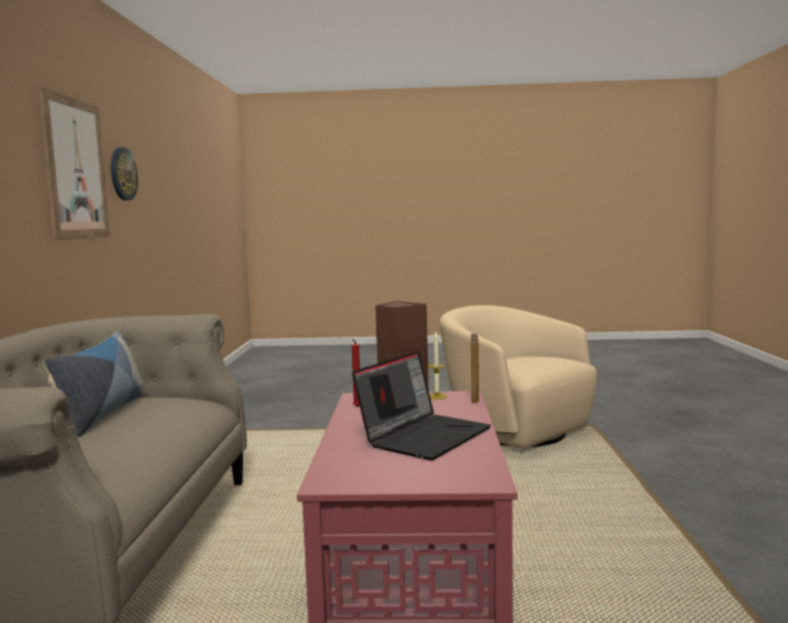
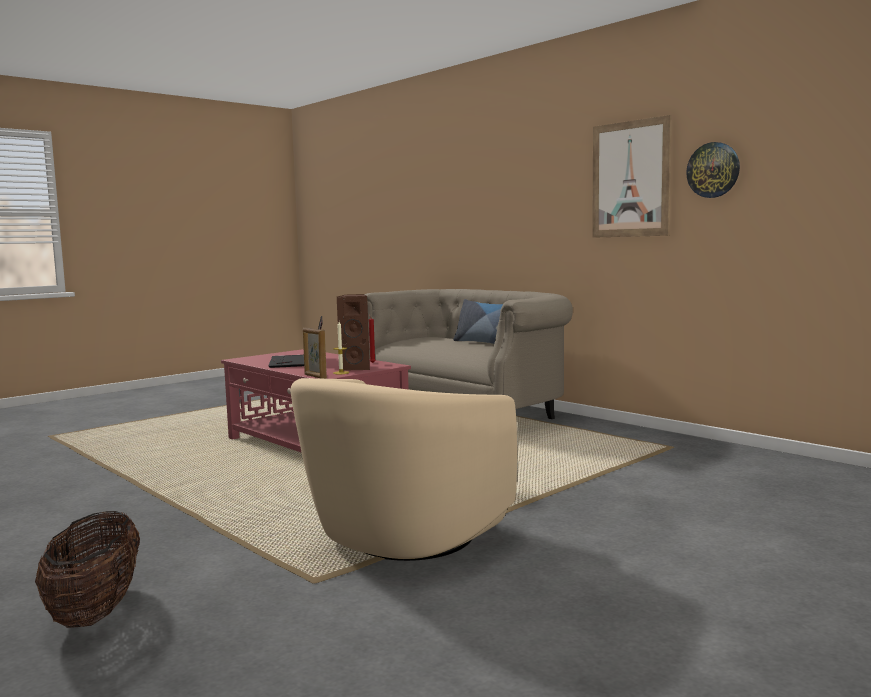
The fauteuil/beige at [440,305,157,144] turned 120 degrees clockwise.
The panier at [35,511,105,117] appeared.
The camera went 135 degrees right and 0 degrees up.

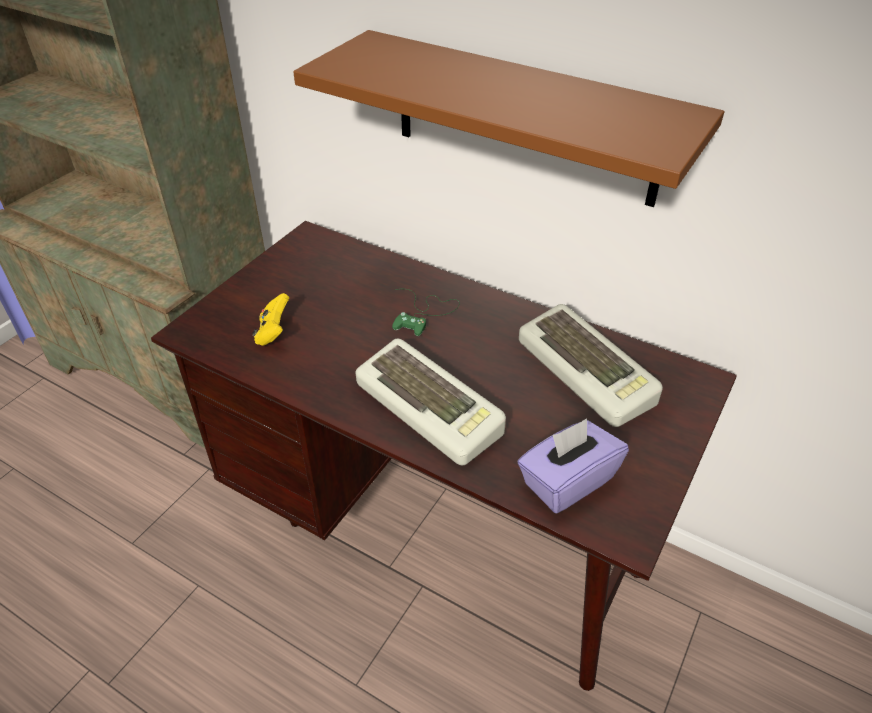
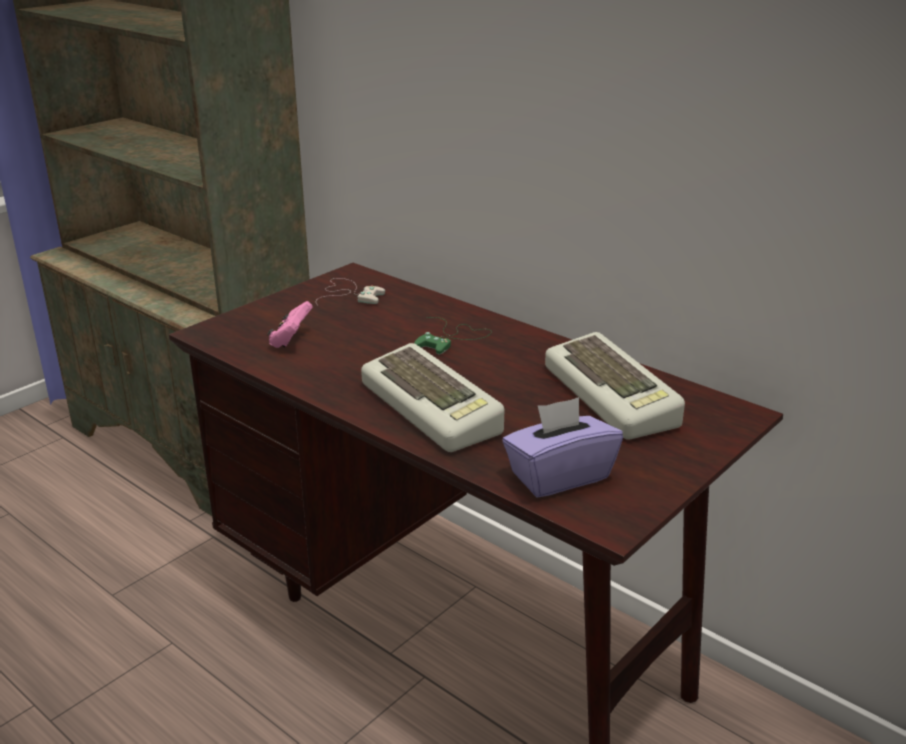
The manette/jaune at [252,293,37,53] became the manette/rose at [267,301,46,47].
The étagère/marron at [293,30,431,177] disappeared.
The manette/blanc at [316,278,69,27] appeared.
The camera went 10 degrees right and 15 degrees down.

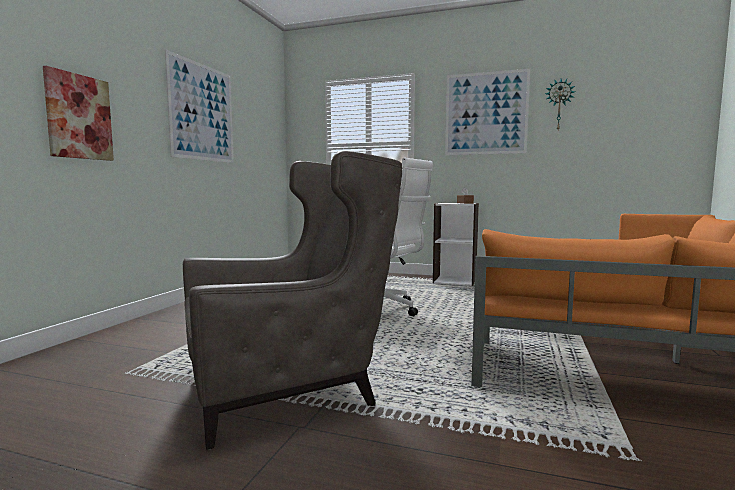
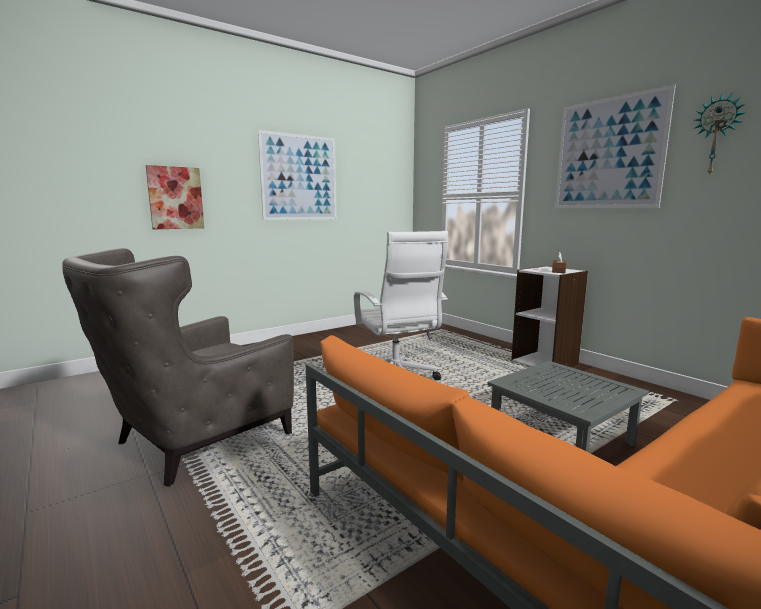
The fauteuil/gris at [183,151,219,299] turned 120 degrees clockwise.
The camera went 35 degrees right and 5 degrees up.

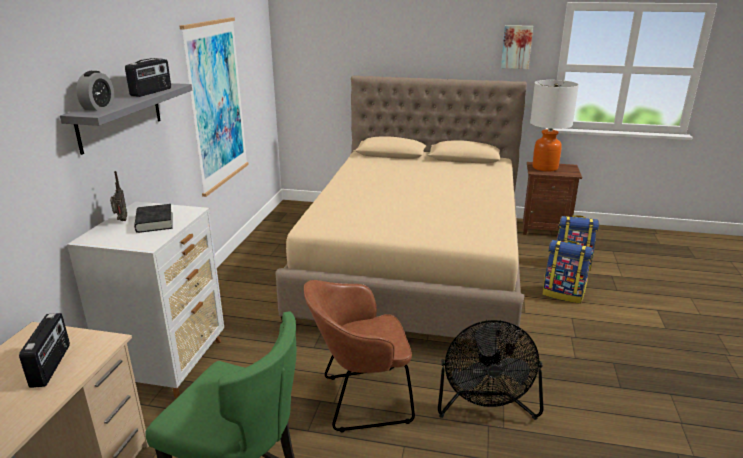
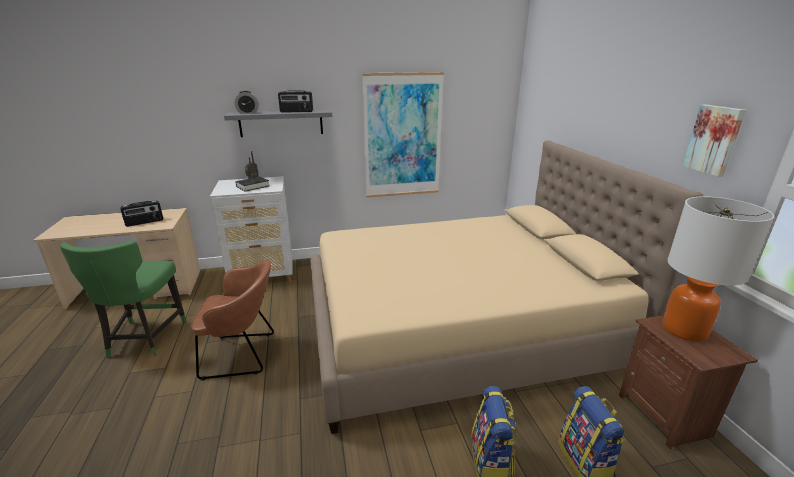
The fauteuil/marron at [304,280,111,153] turned 120 degrees clockwise.
The ventilateur/noir at [438,320,106,100] disappeared.
The camera went 65 degrees right and 0 degrees up.

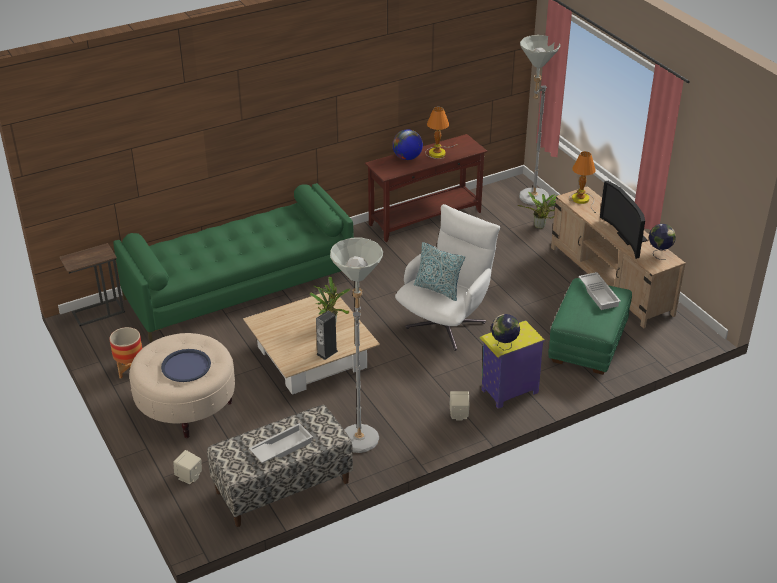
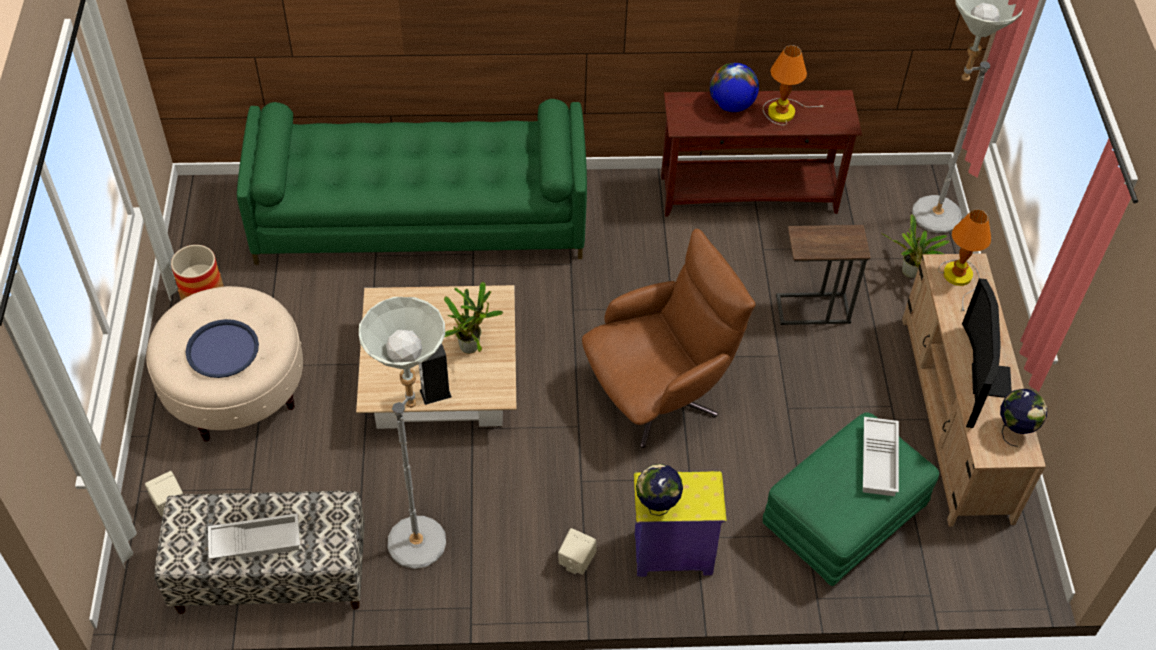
The table d'appoint/marron moved from [60,243,65,84] to [776,225,95,100].
The fauteuil/blanc at [395,204,105,147] became the fauteuil/marron at [582,229,174,219].
The coussin at [413,242,52,59] disappeared.
The camera went 25 degrees right and 15 degrees up.

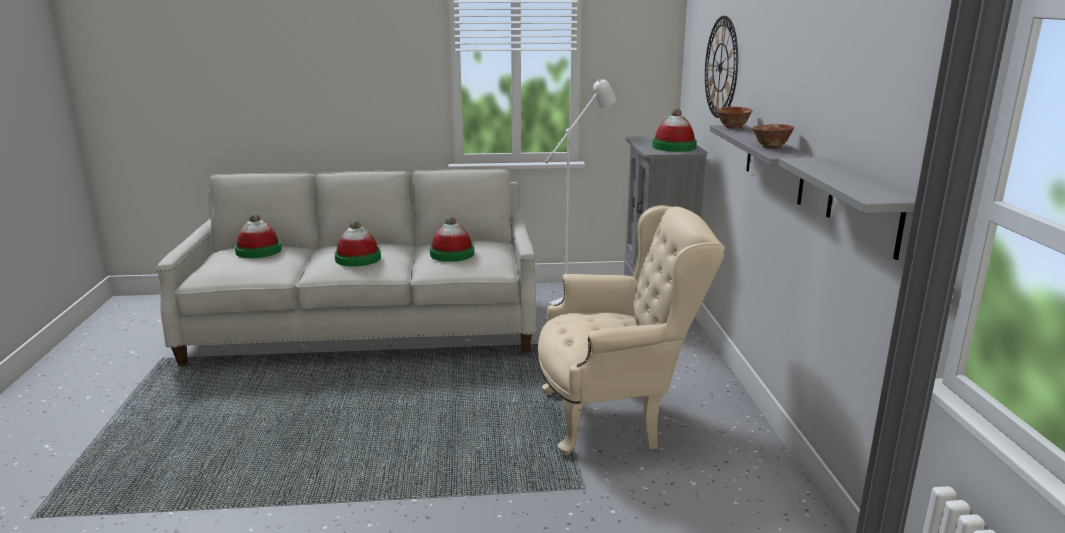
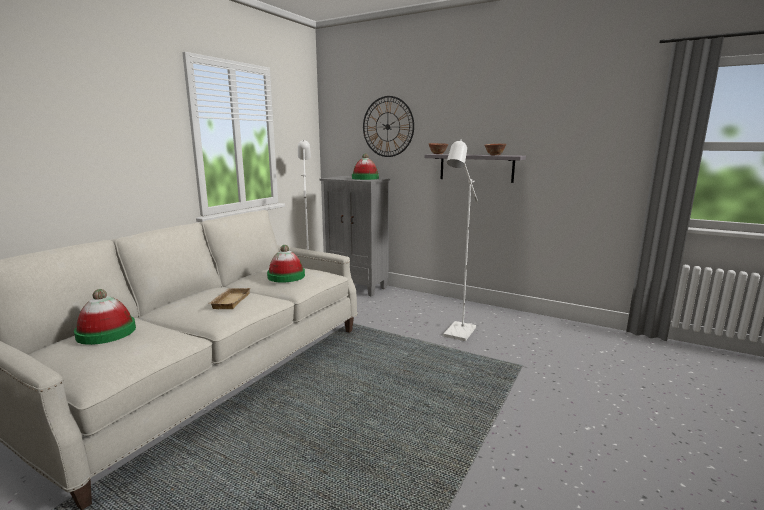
The chapeau at [335,220,46,47] was replaced by the plateau/beige at [208,288,43,21].
The fauteuil/beige at [538,205,187,251] was replaced by the lampadaire/blanc at [443,139,35,202].
The étagère/gris at [778,157,138,103] disappeared.
The camera went 55 degrees left and 5 degrees down.

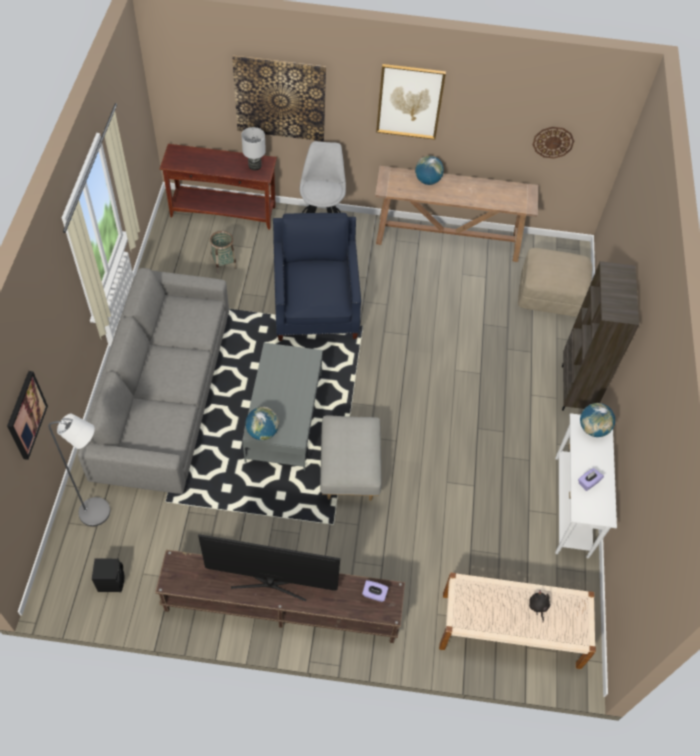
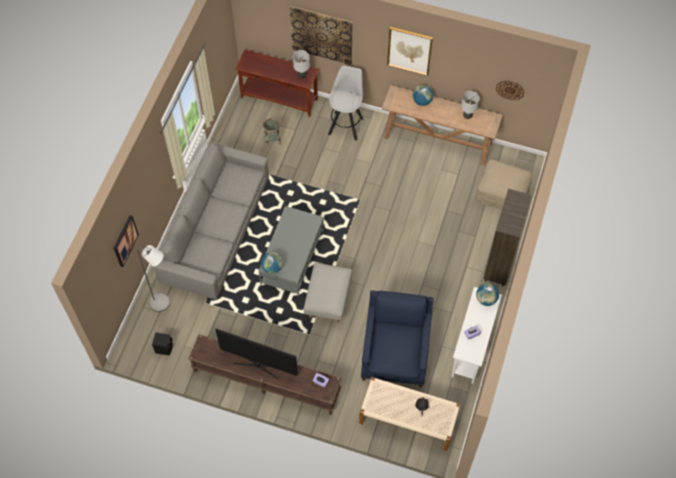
The fauteuil/bleu moved from [273,213,88,128] to [361,290,73,97].
The lampe de table/gris at [461,91,19,28] appeared.
The camera went 15 degrees right and 5 degrees up.

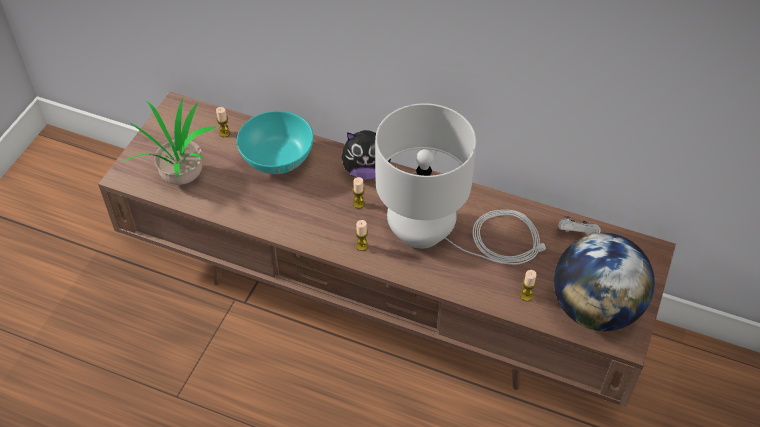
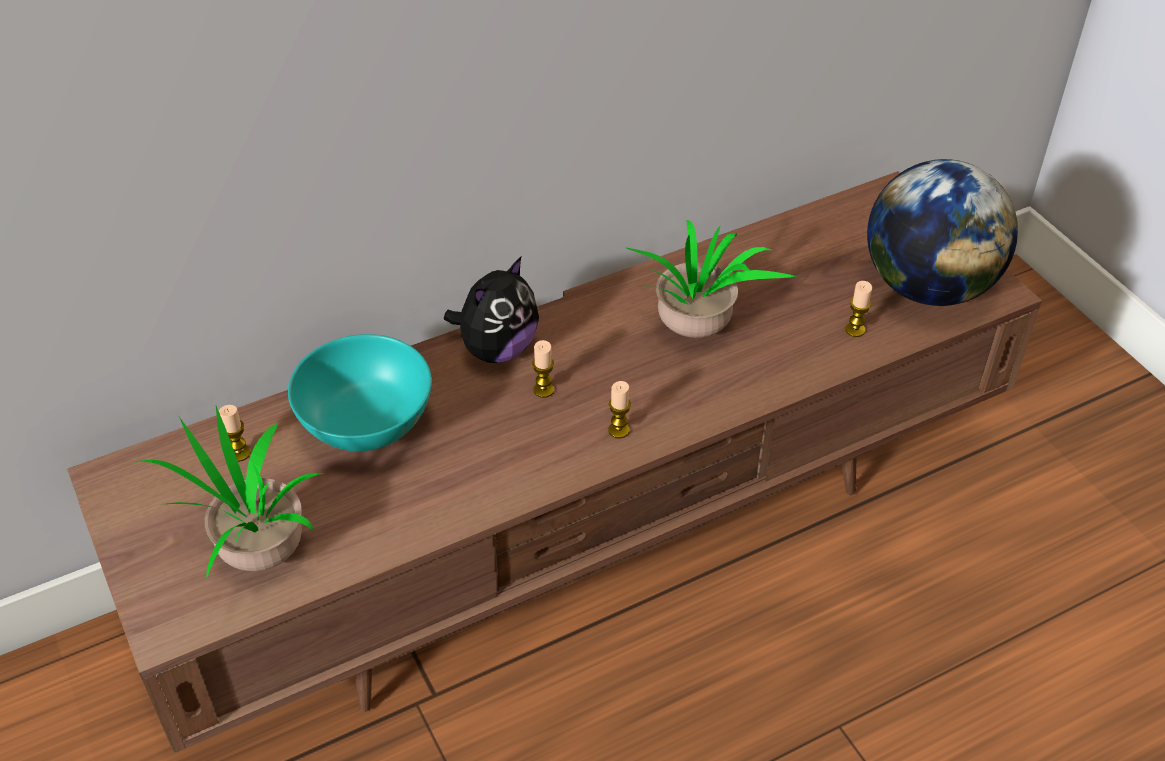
The lampe de table/gris at [375,103,171,162] was replaced by the plante en pot at [626,220,171,118].
The manette/blanc at [558,216,43,19] disappeared.
The camera went 50 degrees left and 5 degrees down.

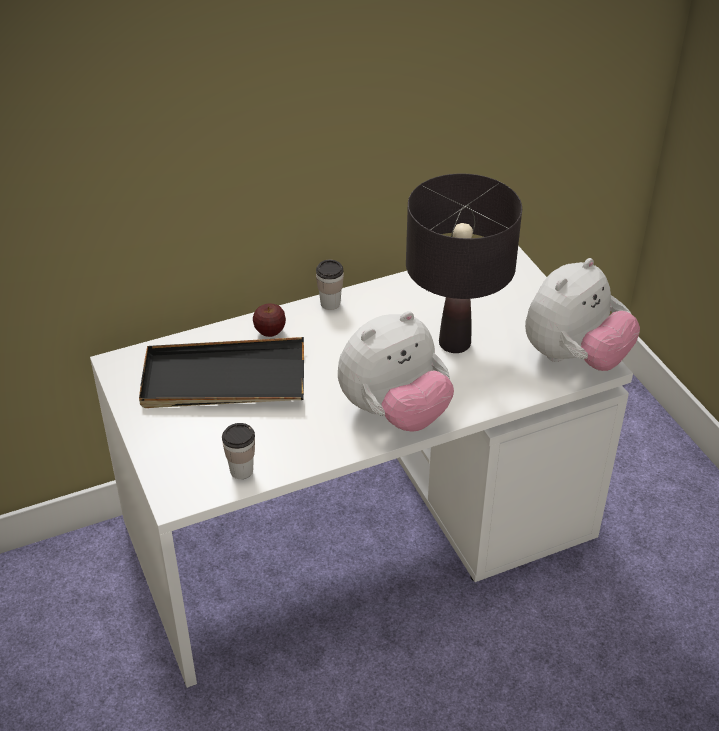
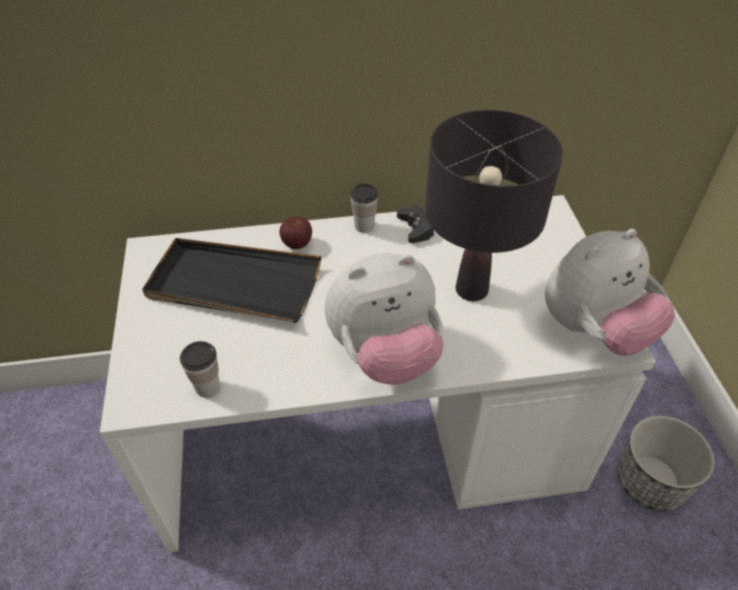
The manette/noir at [397,206,37,37] appeared.
The cache-pot at [617,416,98,95] appeared.
The camera went 15 degrees right and 5 degrees up.

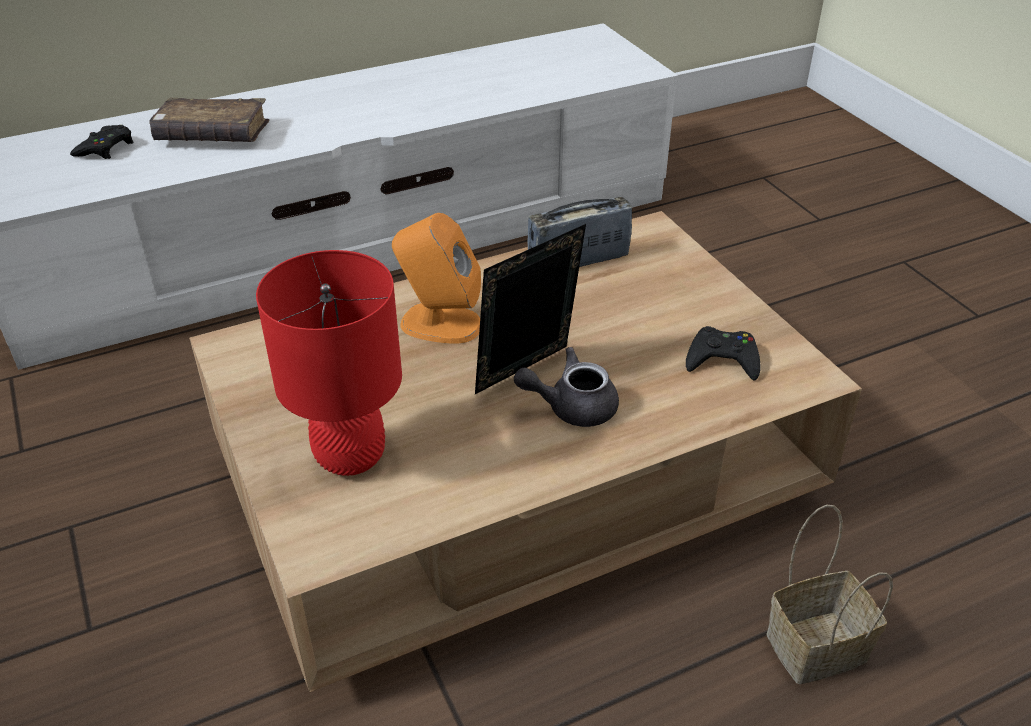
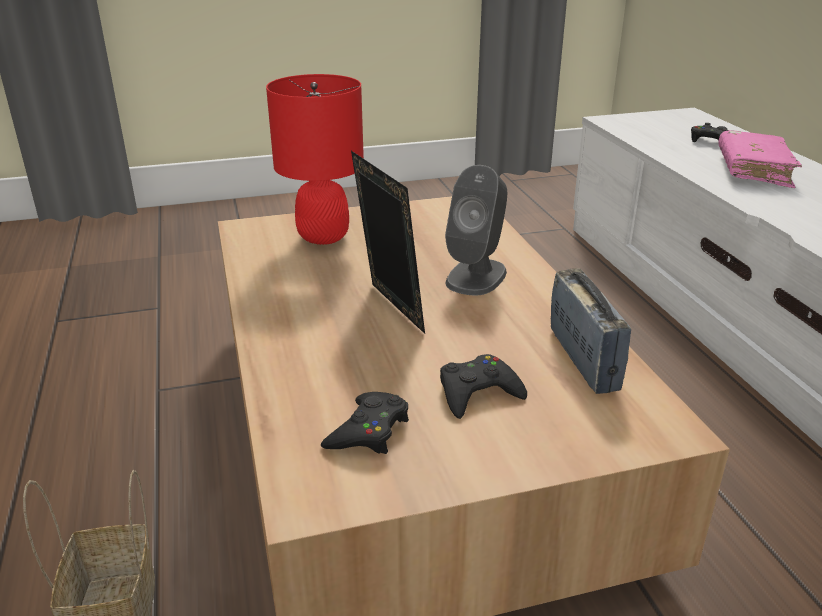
The livre/marron at [149,98,121,44] became the livre/rose at [718,130,84,58].
The enceinte/orange at [392,213,89,130] became the enceinte/gris at [445,165,62,130].
The théière/gris at [514,347,105,80] disappeared.
The manette/noir at [440,354,87,65] appeared.
The camera went 100 degrees right and 10 degrees down.

